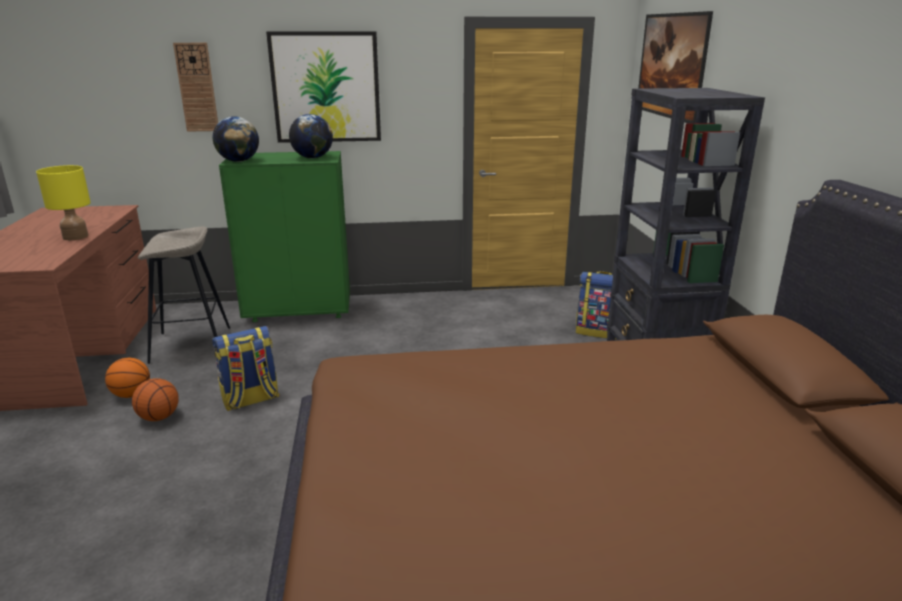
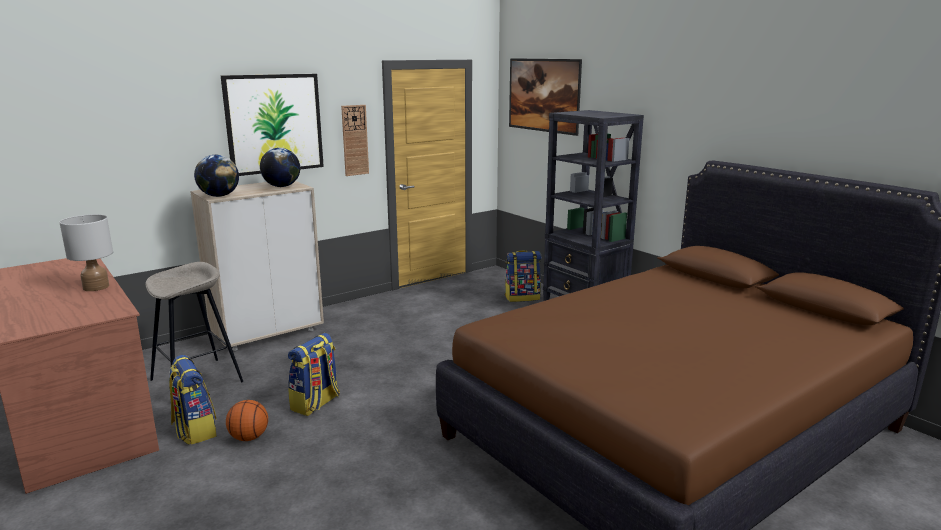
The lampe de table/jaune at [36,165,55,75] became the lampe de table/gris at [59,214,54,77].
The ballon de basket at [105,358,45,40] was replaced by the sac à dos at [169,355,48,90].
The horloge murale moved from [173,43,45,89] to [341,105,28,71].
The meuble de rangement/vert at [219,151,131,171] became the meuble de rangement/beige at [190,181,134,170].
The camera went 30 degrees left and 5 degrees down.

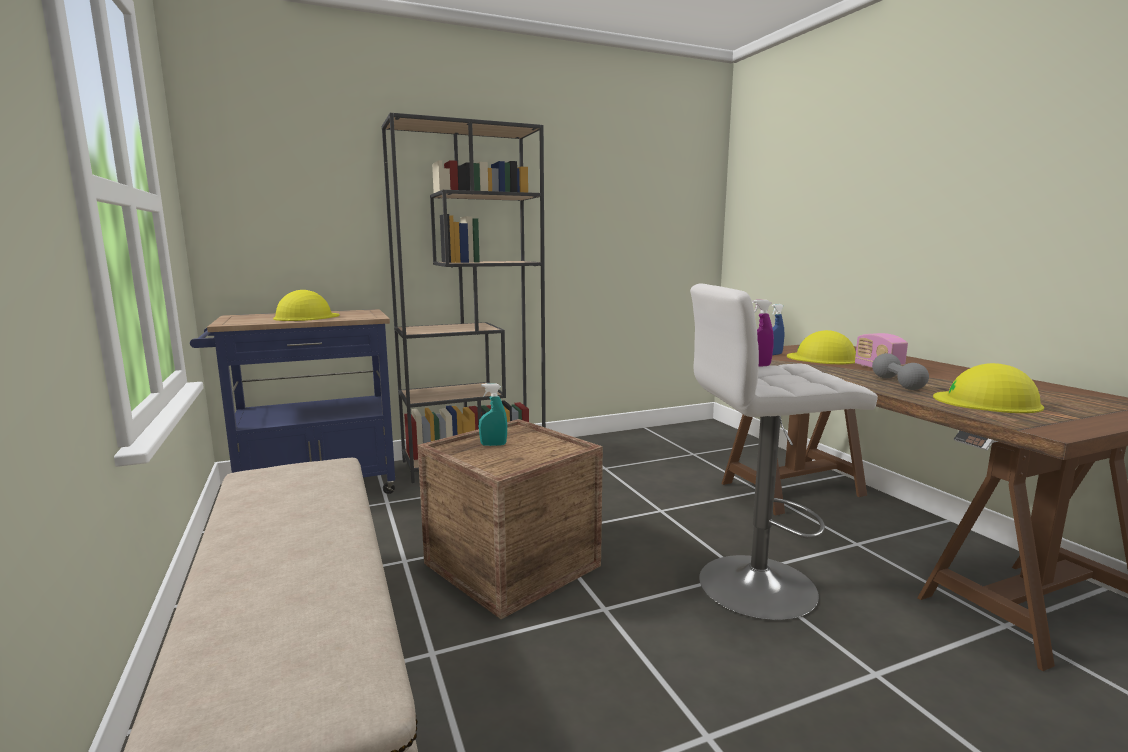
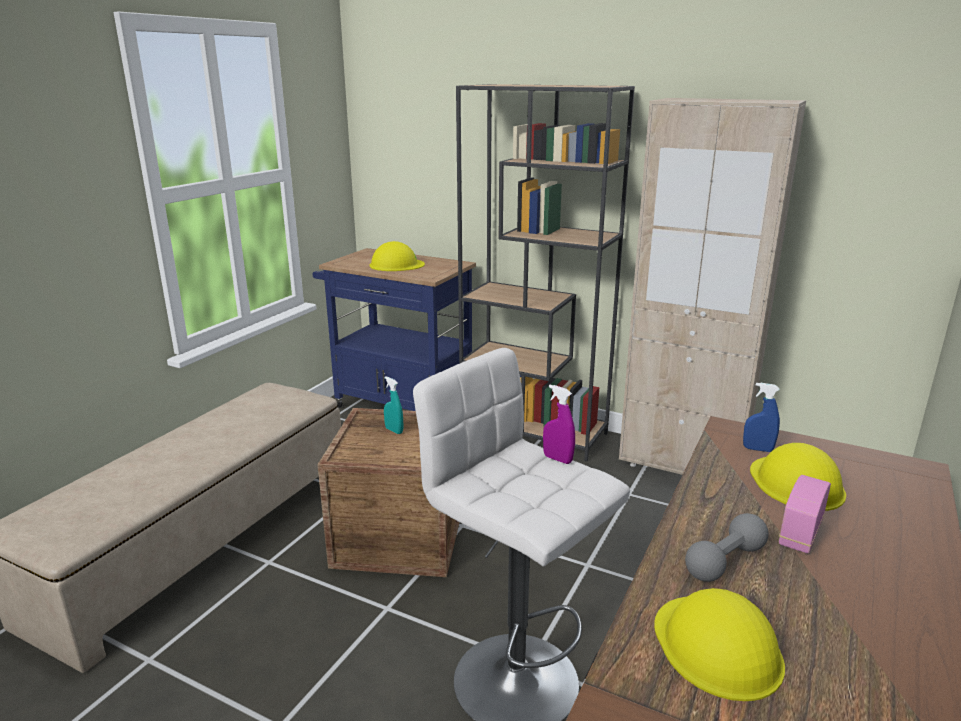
The meuble de rangement/beige at [619,98,187,377] appeared.
The camera went 50 degrees right and 10 degrees up.

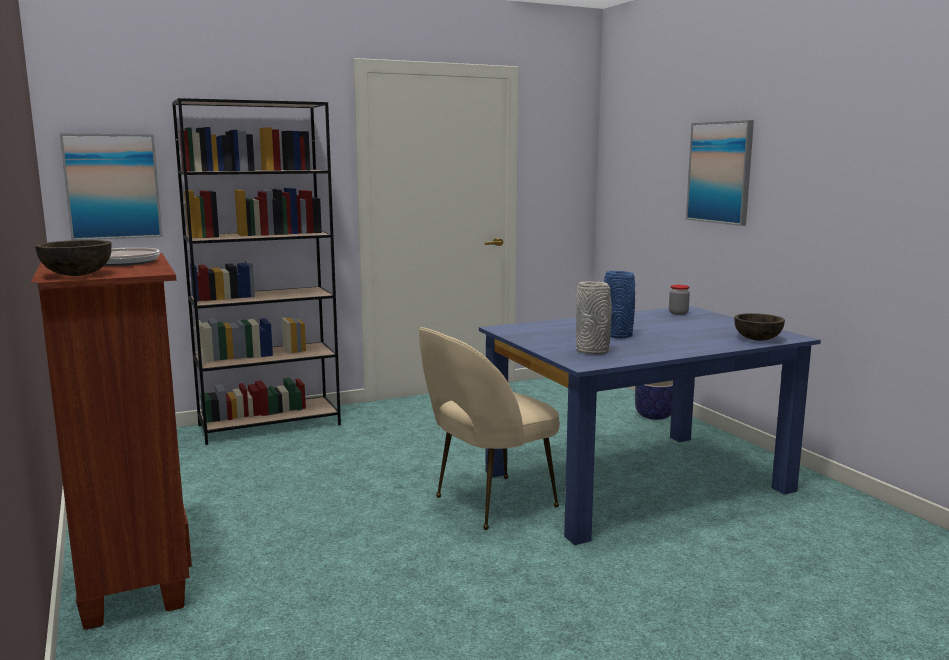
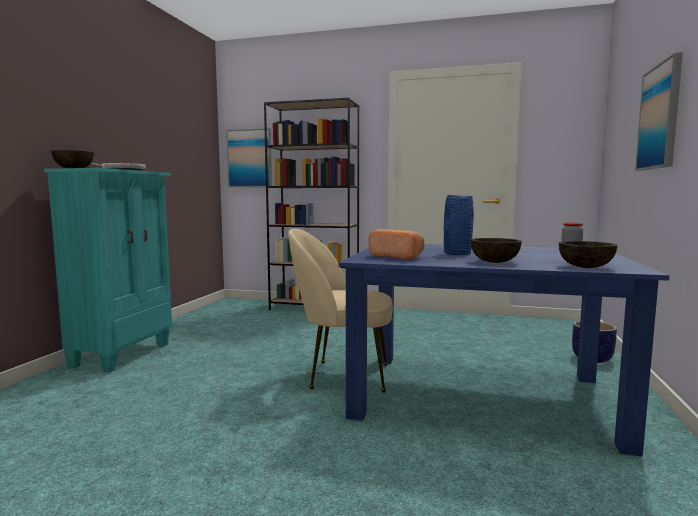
The meuble de rangement/marron at [31,253,161,377] became the meuble de rangement/turquoise at [44,168,128,204].
The vase/gris at [576,281,36,74] was replaced by the pain at [368,229,56,30].
The bol/marron at [471,238,51,25] appeared.
The camera went 40 degrees right and 5 degrees down.

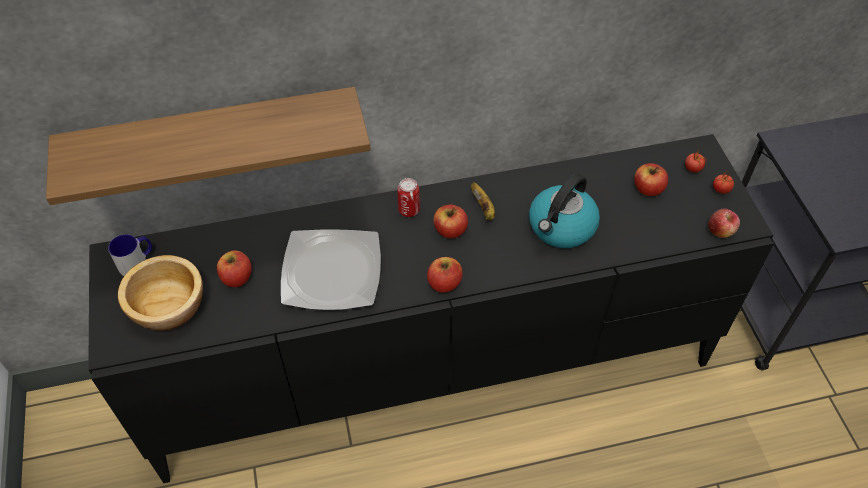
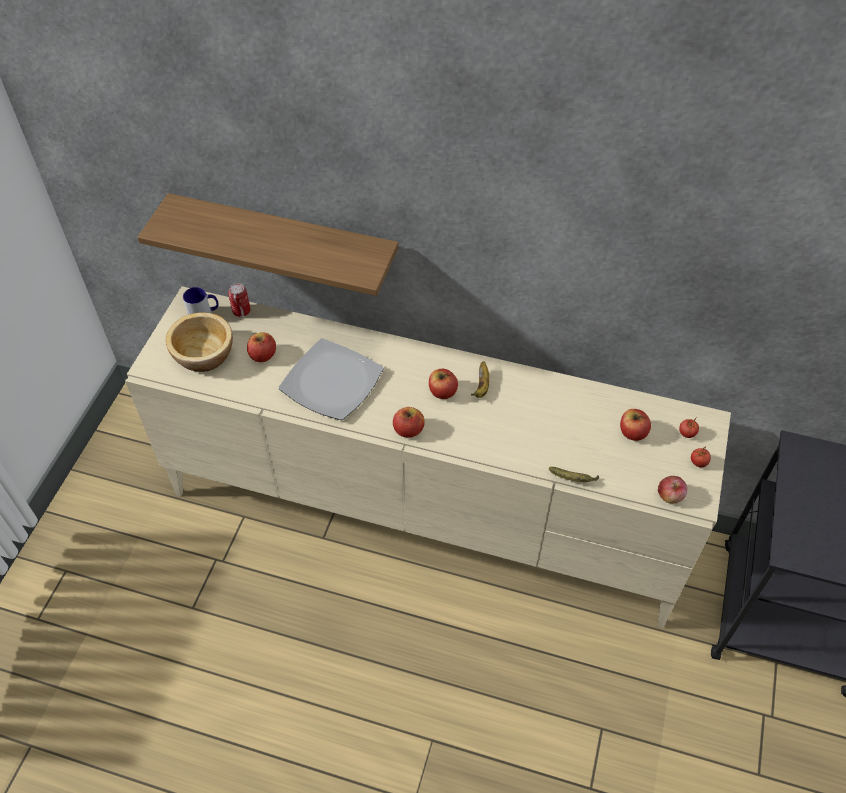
The meuble de rangement/noir at [88,134,686,349] became the meuble de rangement/beige at [125,286,606,342].
The boîte métallique moved from [398,178,22,39] to [228,283,23,34].
The bouilloire at [529,174,71,74] disappeared.
The banane at [549,467,50,15] appeared.
The camera went 30 degrees right and 0 degrees up.

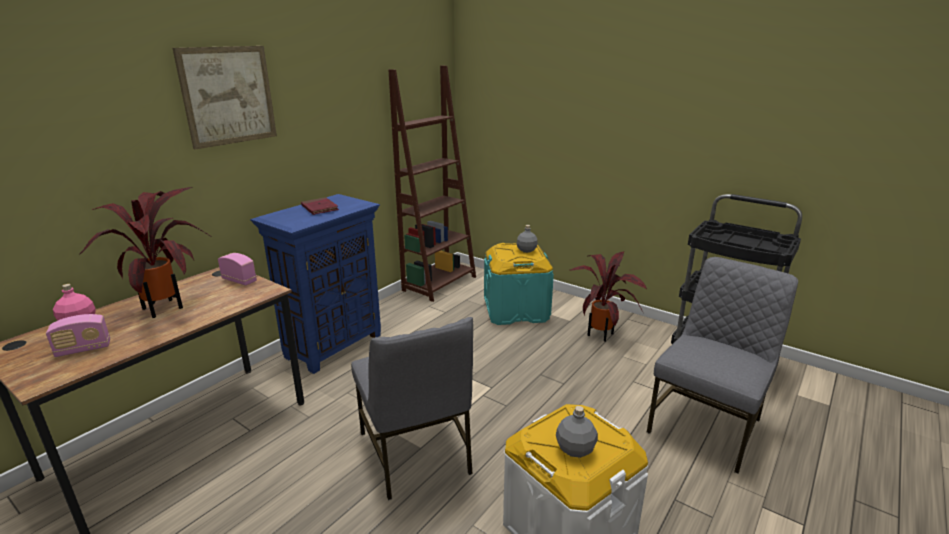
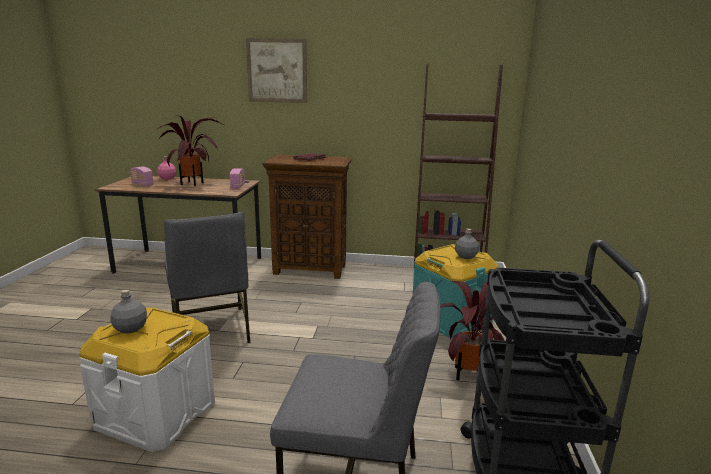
The meuble de rangement/bleu at [250,194,131,180] became the meuble de rangement/marron at [262,155,90,124].
The chaise/gris at [351,317,122,183] turned 60 degrees counterclockwise.
The camera went 60 degrees right and 5 degrees down.

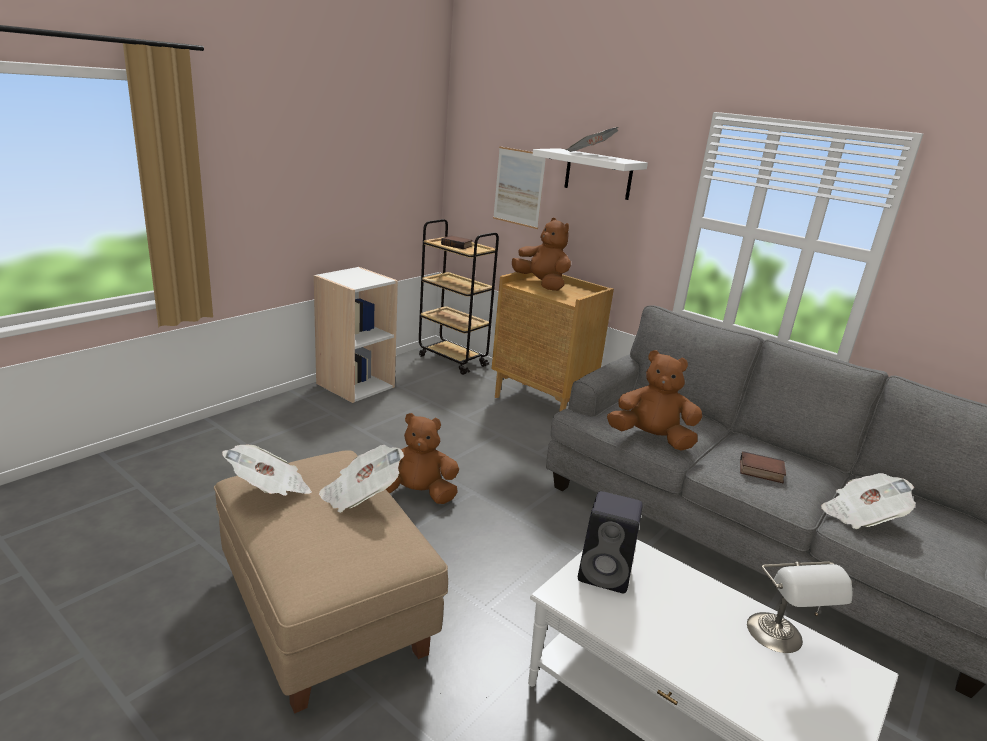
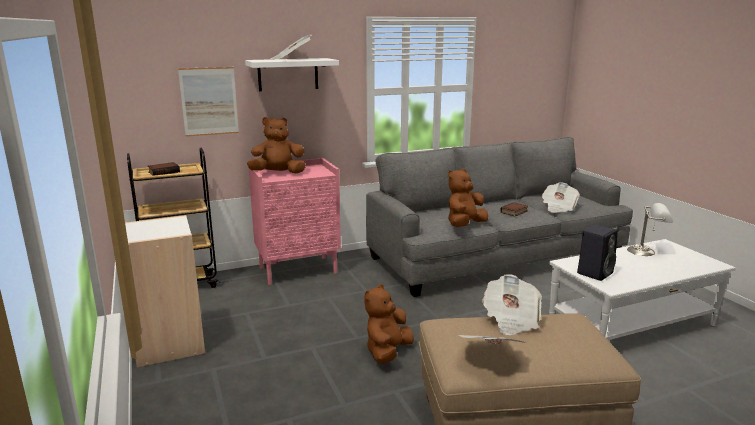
The meuble de rangement/marron at [492,272,122,140] became the meuble de rangement/rose at [249,158,92,127].
The camera went 60 degrees left and 5 degrees down.

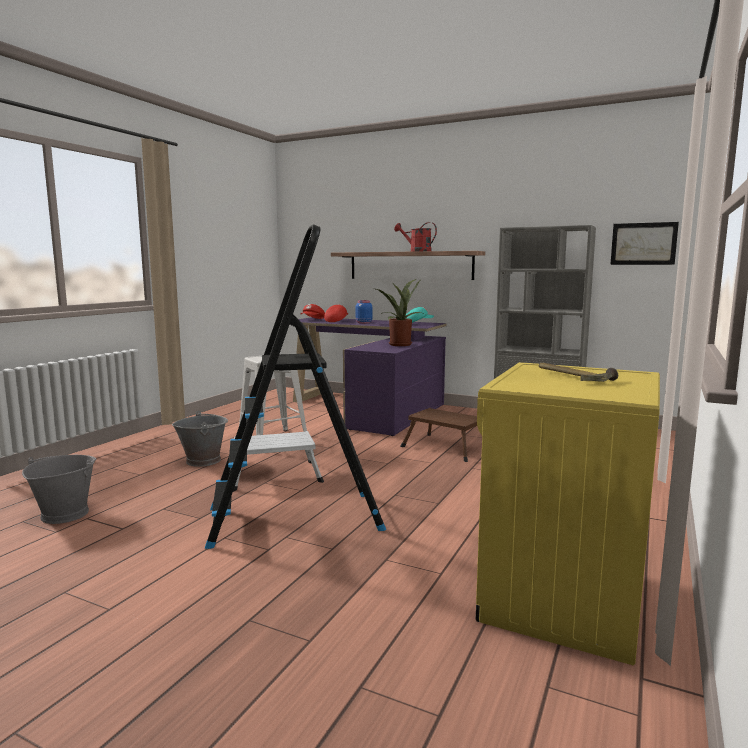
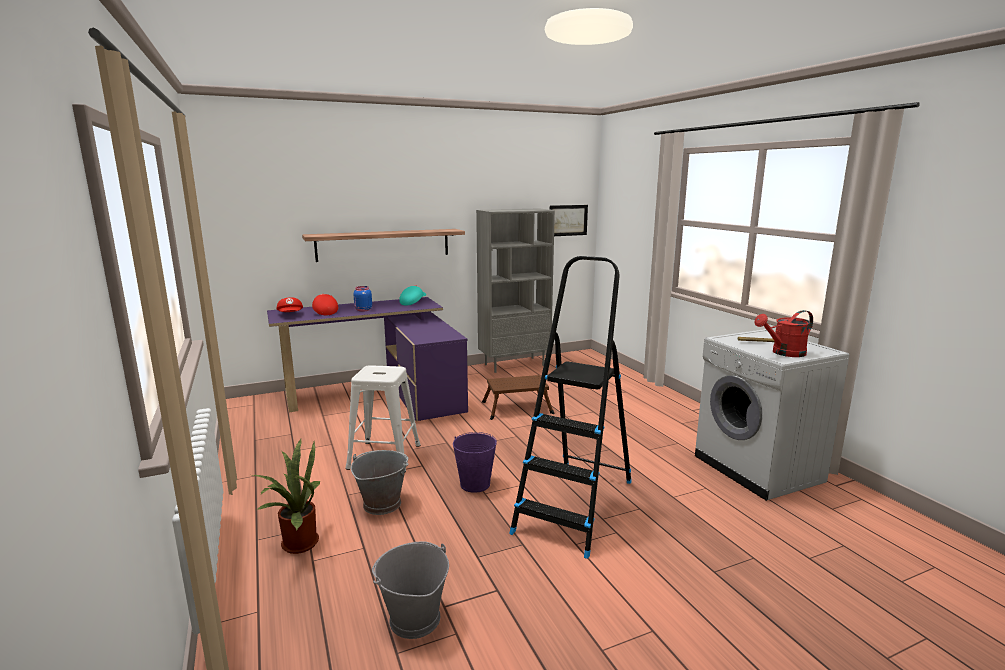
The escabeau/blanc at [233,431,91,61] was replaced by the seau/violet at [453,432,44,61].
The plante en pot moved from [376,279,49,67] to [253,439,67,115].
The arrosoir/rouge moved from [394,222,43,30] to [754,310,59,47].
The lave-linge/jaune at [476,362,184,303] became the lave-linge/blanc at [695,329,154,172].
The camera went 50 degrees left and 5 degrees up.

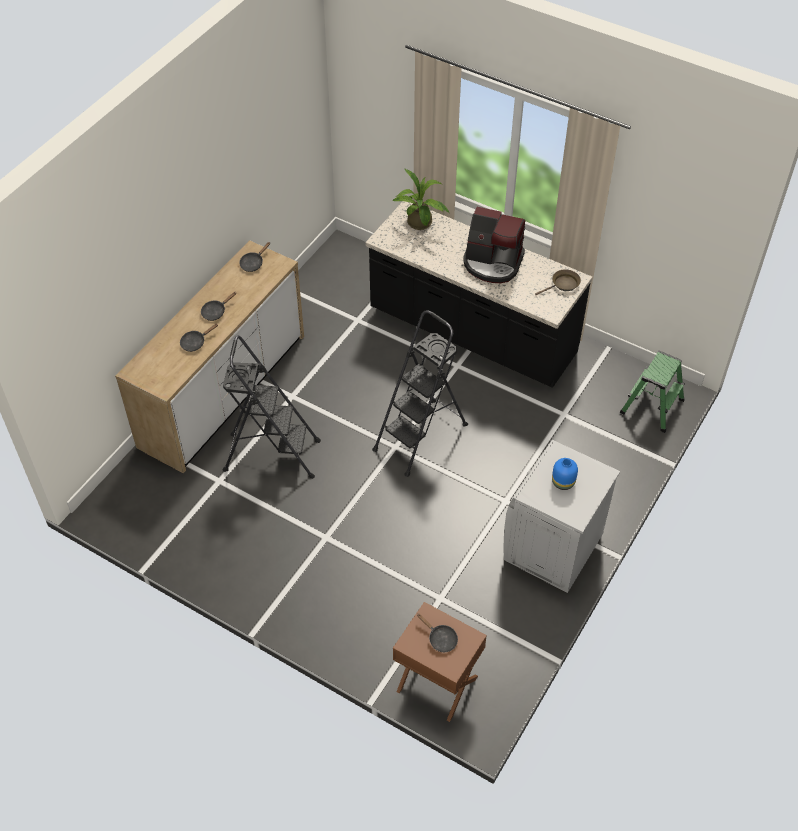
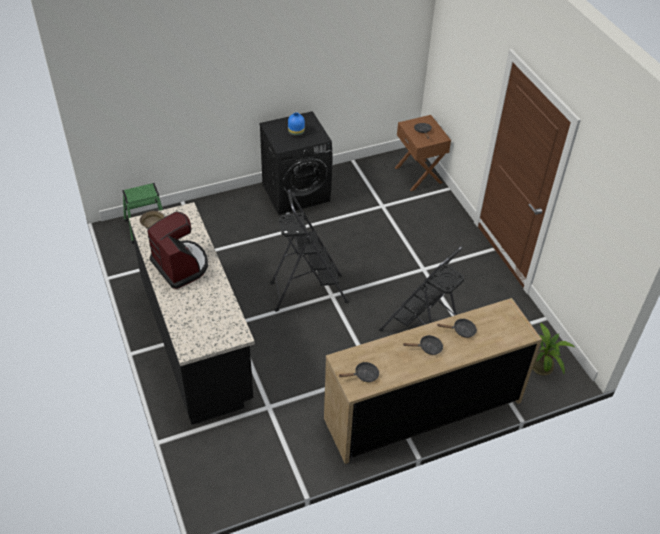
The plante en pot moved from [392,169,57,61] to [532,322,42,53].
The lave-linge/blanc at [503,440,117,153] became the lave-linge/noir at [260,111,73,103].
The camera went 145 degrees left and 5 degrees down.

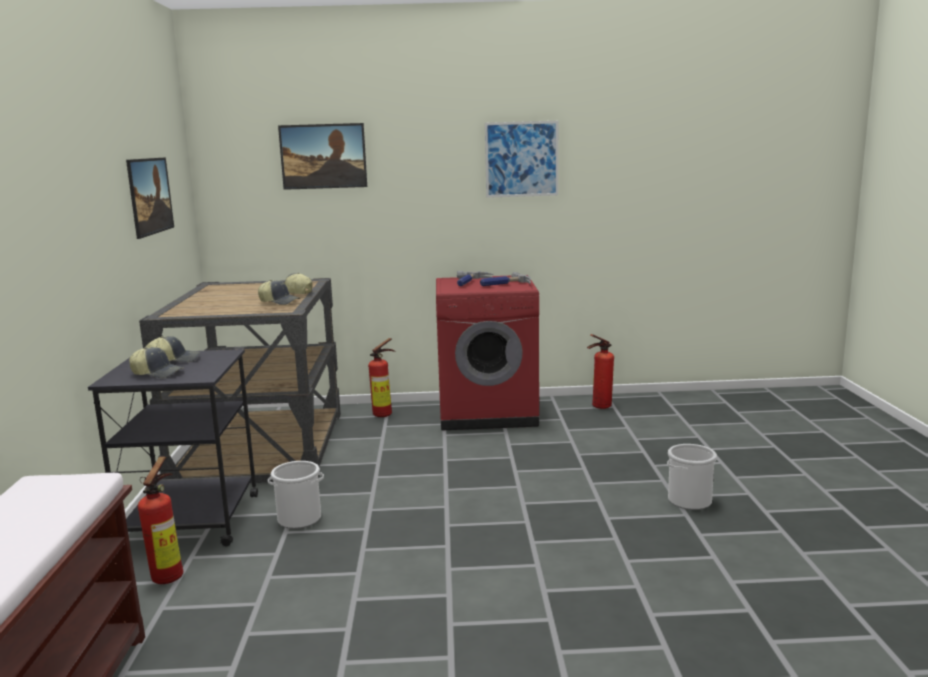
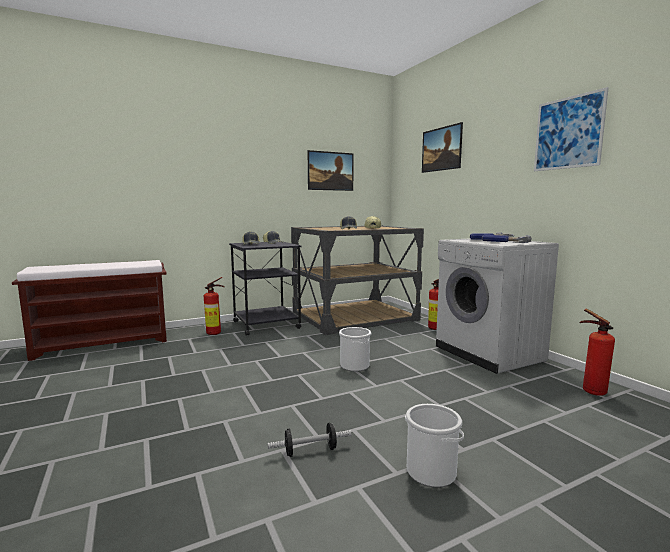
The seau moved from [268,461,56,68] to [339,327,32,45].
The lave-linge/rouge at [436,275,103,155] became the lave-linge/blanc at [436,239,123,135].
The haltère at [268,423,83,34] appeared.
The camera went 65 degrees right and 5 degrees down.

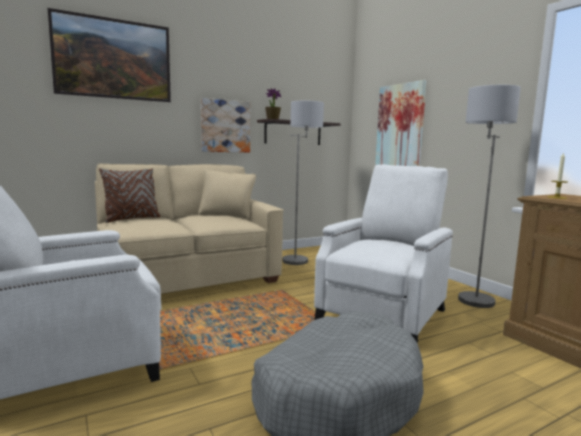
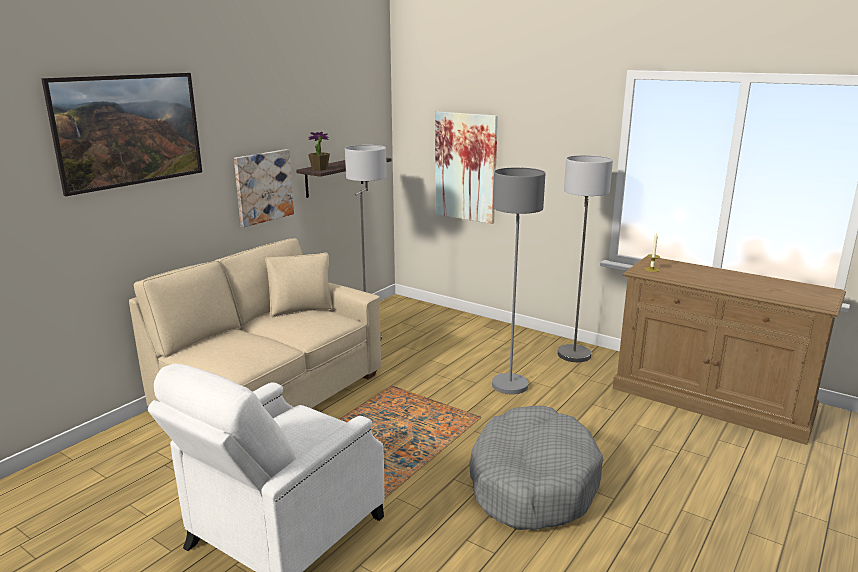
The coussin/marron at [99,168,62,55] disappeared.
The fauteuil/blanc at [314,164,139,179] was replaced by the lampadaire/gris at [492,167,53,227].
The camera went 25 degrees left and 10 degrees up.

